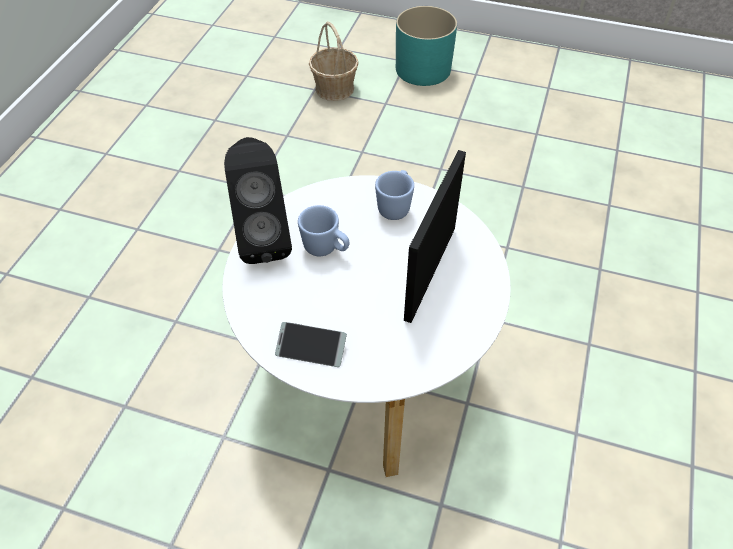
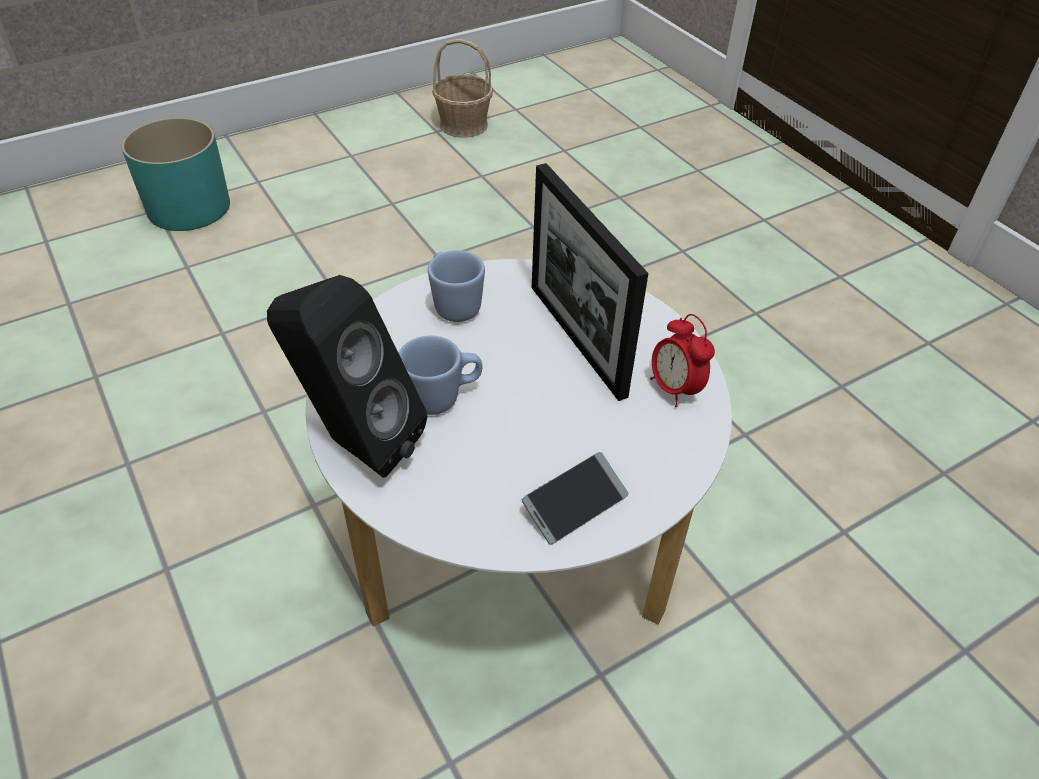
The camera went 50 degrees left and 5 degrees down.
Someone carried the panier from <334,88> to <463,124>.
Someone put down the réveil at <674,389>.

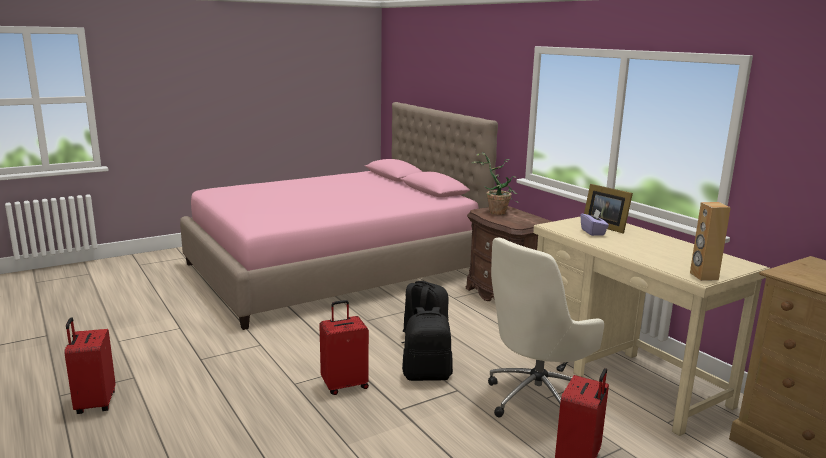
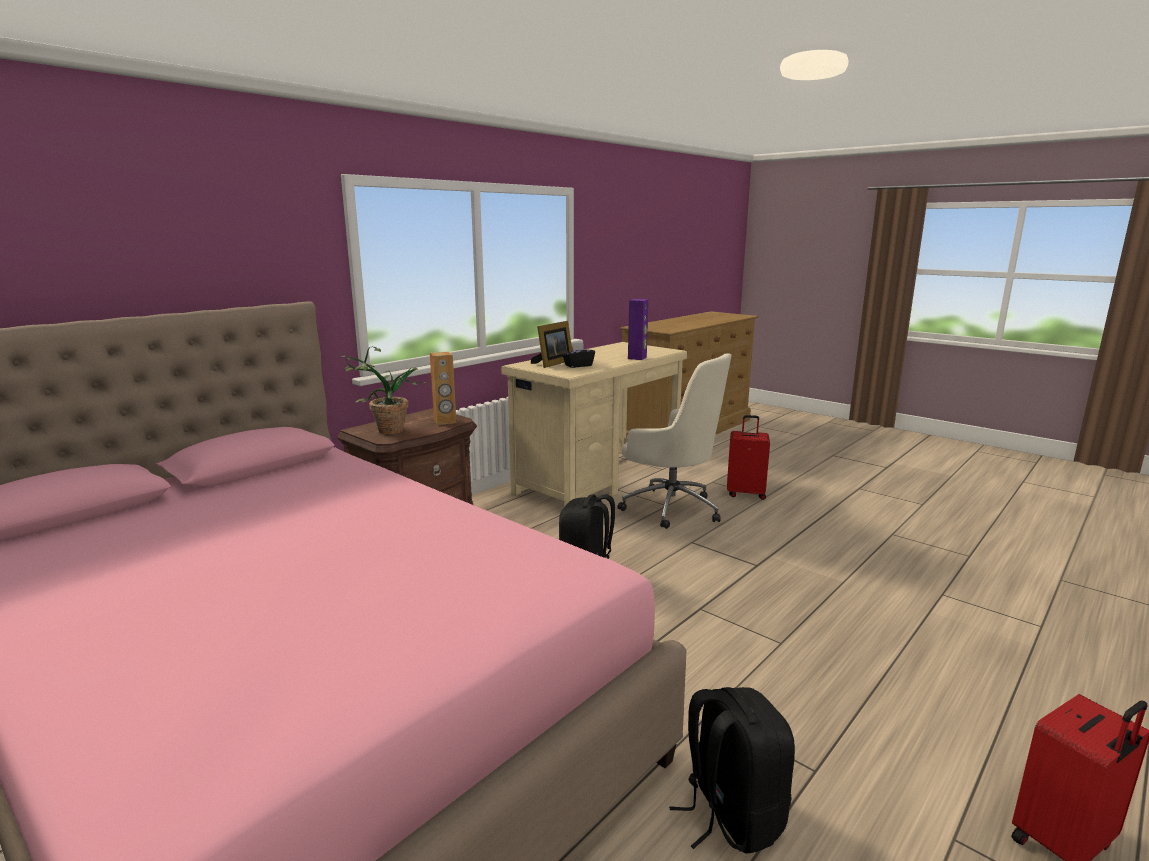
The camera went 105 degrees left and 0 degrees up.
Someone took away the valise/rouge at <344,385>.
Someone carried the sac à dos/noir from <427,375> to <730,815>.
Someone repainted the boîte à mouchoirs/violet at <593,232>, which became the boîte à mouchoirs/noir at <578,365>.
Someone carried the enceinte/marron from <703,276> to <445,421>.
Someone put down the enceinte/violet at <637,358>.

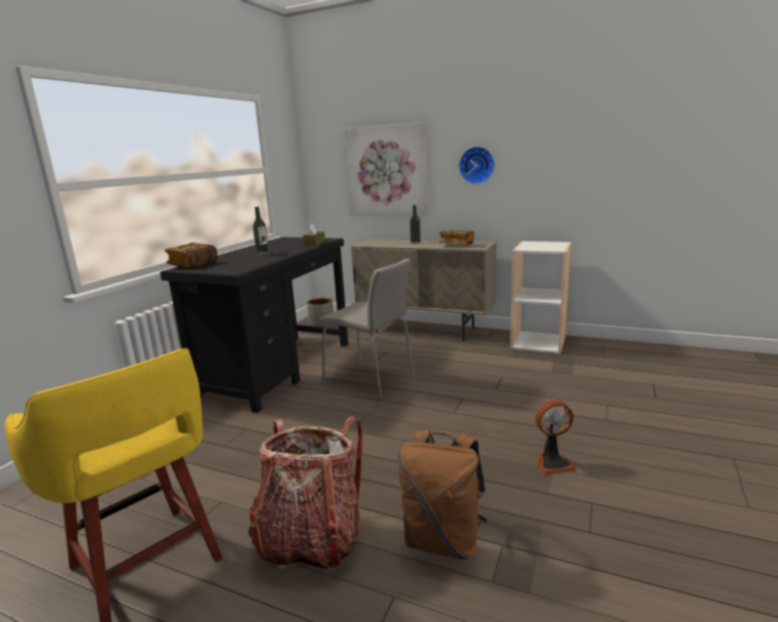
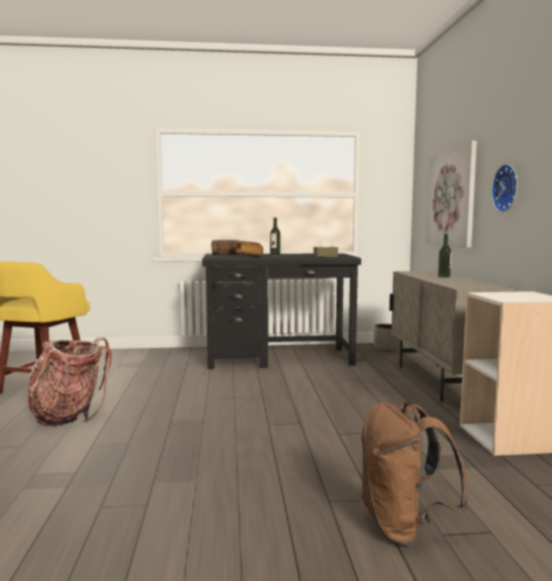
The camera went 60 degrees right and 10 degrees down.
Someone took away the chaise/gris at <371,378>.
Someone carried the sac à dos/marron from <443,540> to <403,526>.
Someone carried the livre from <456,245> to <249,256>.
Someone took away the ventilateur at <552,463>.

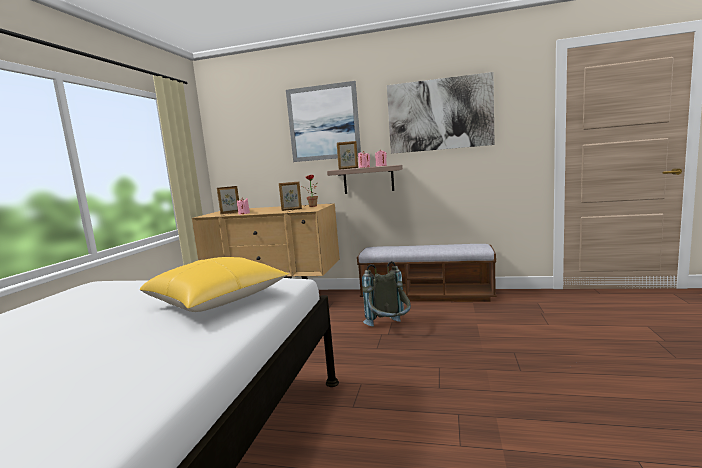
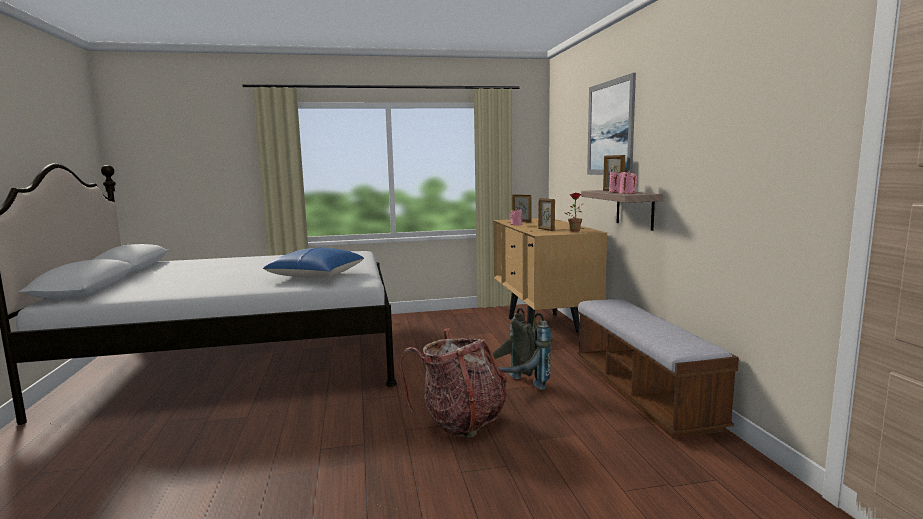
The camera went 65 degrees right and 0 degrees up.
Someone repainted the coussin/jaune at <217,299>, which became the coussin/bleu at <316,275>.
Someone took away the tableau at <439,114>.
Someone put down the sac à dos at <460,420>.

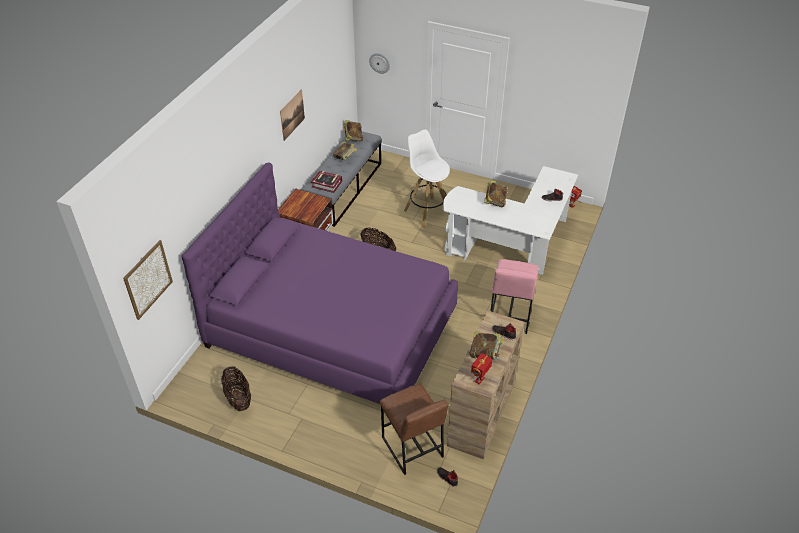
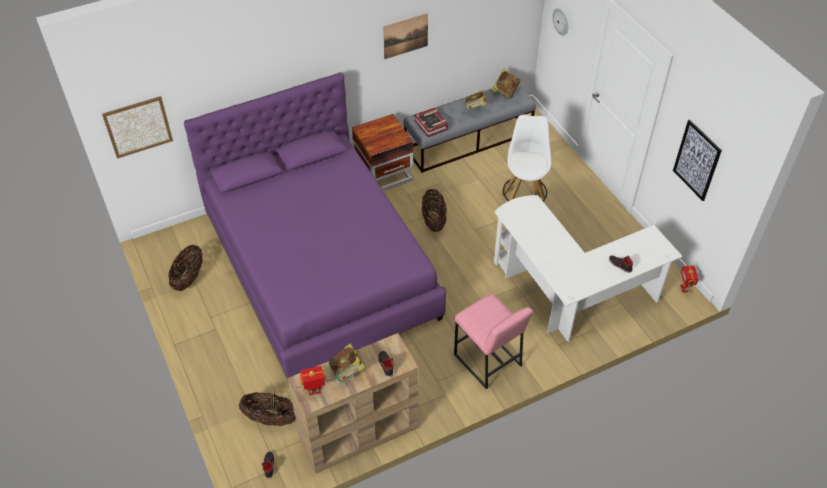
The camera went 40 degrees right and 5 degrees up.
Someone swapped the chaise/marron at <413,448> for the panier at <270,418>.
Someone took away the livre at <495,201>.
Someone rotated the chaise/rose at <510,315> by 90 degrees counterclockwise.
Someone put up the tableau at <697,160>.

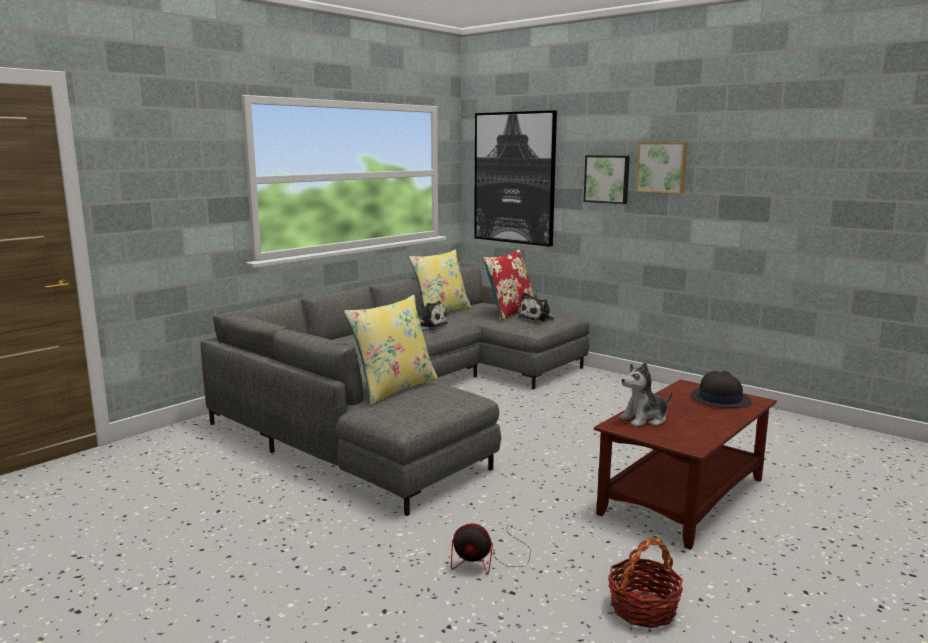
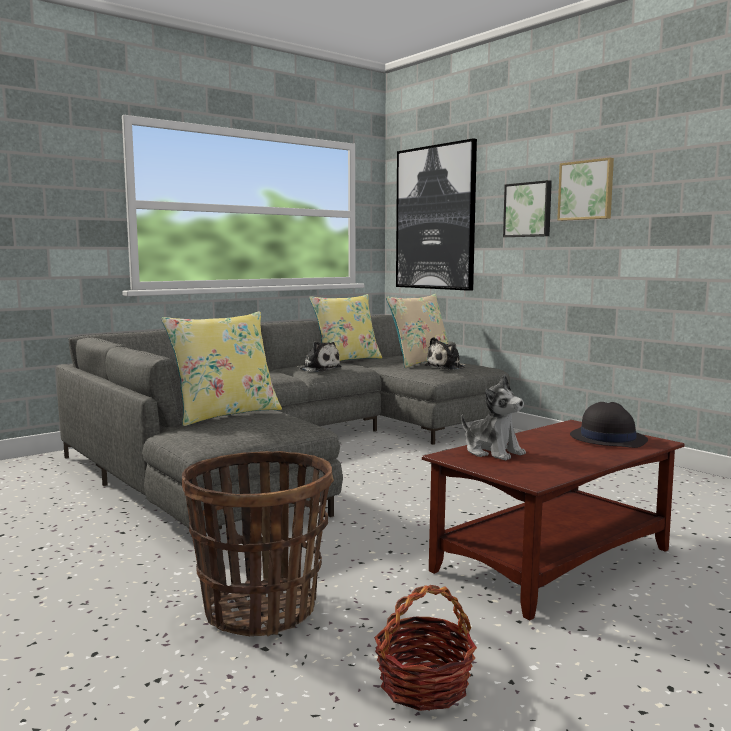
The camera went 10 degrees right and 5 degrees down.
Someone swapped the ventilateur at <488,560> for the panier at <261,609>.
Someone repainted the coussin/rouge at <510,313>, which became the coussin/beige at <420,362>.
Someone rotated the peluche at <644,419> by 120 degrees counterclockwise.

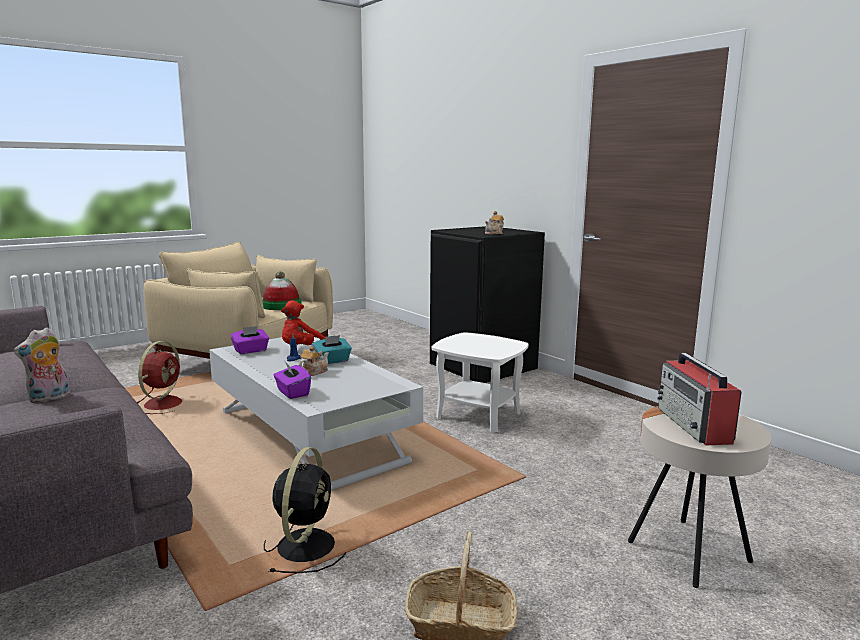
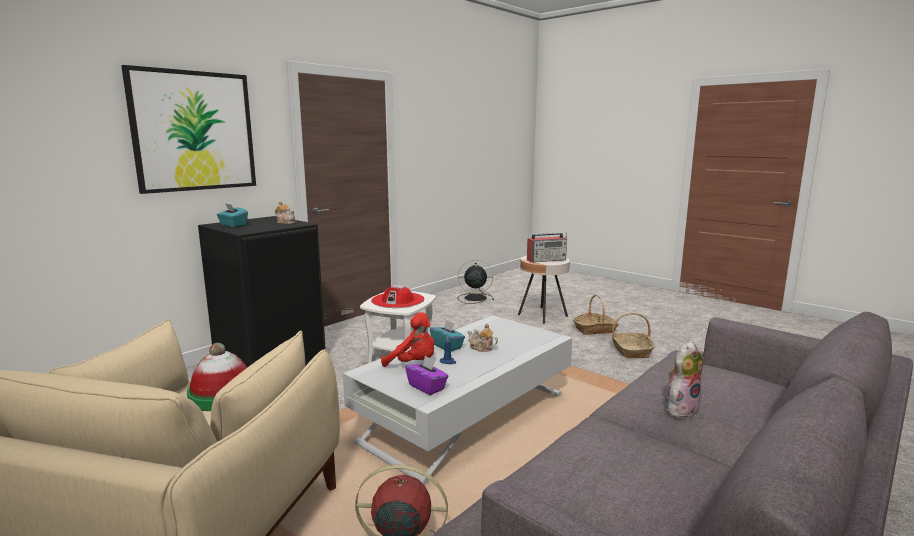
The camera went 100 degrees left and 0 degrees up.
Someone rotated the peluche at <49,398> by 60 degrees counterclockwise.
Someone carried the ventilateur/noir from <307,544> to <474,298>.
Someone took away the boîte à mouchoirs/violet at <292,393>.
Someone put up the tableau at <194,131>.
Someone put down the boîte à mouchoirs/turquoise at <233,225>.
Someone put down the chapeau/rouge at <398,300>.
Someone put down the panier at <595,330>.

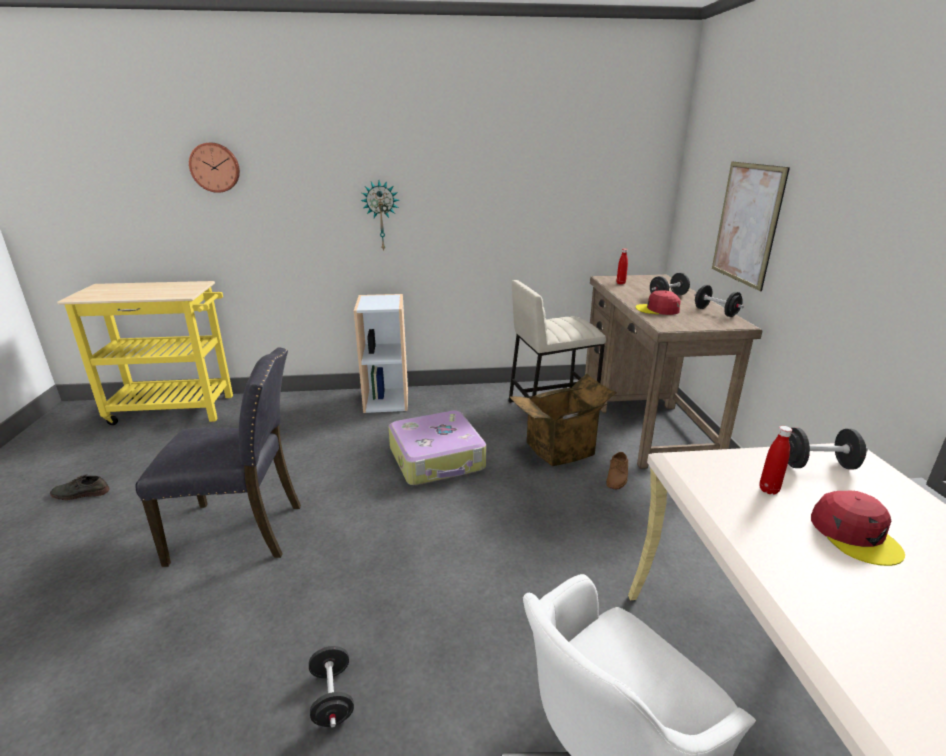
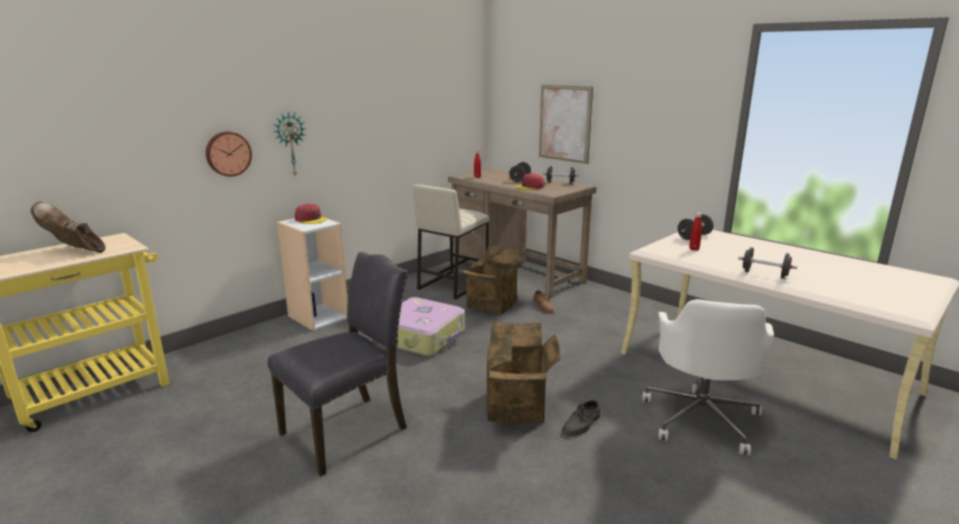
The camera went 40 degrees left and 5 degrees down.
Someone carried the chaussure/gris from <80,493> to <582,424>.
Someone carried the horloge murale from <215,167> to <228,153>.
Someone carried the haltère/noir from <332,698> to <764,274>.
Someone carried the casquette/rouge from <855,534> to <311,219>.
Someone put down the botte/marron at <76,251>.
Someone put down the carton at <518,407>.

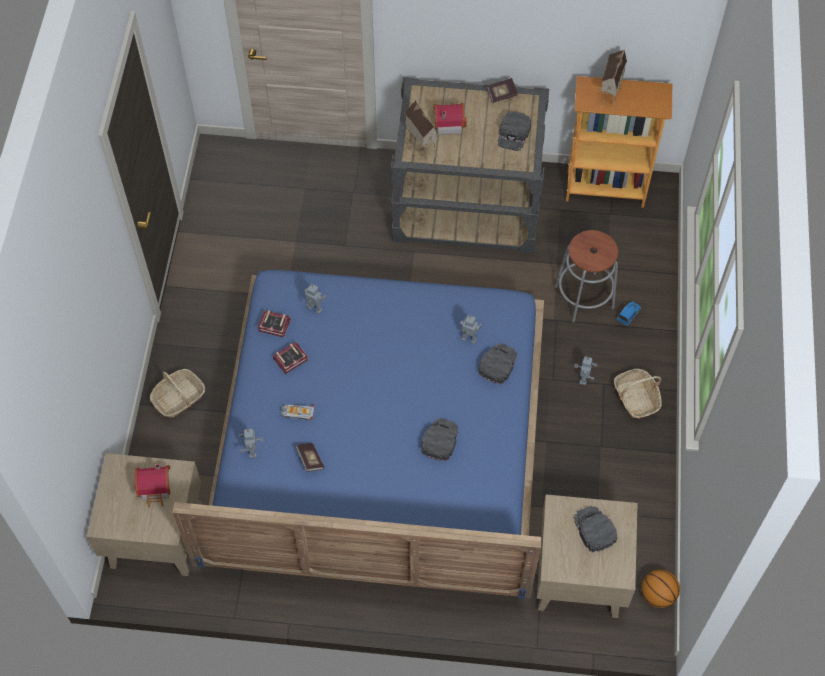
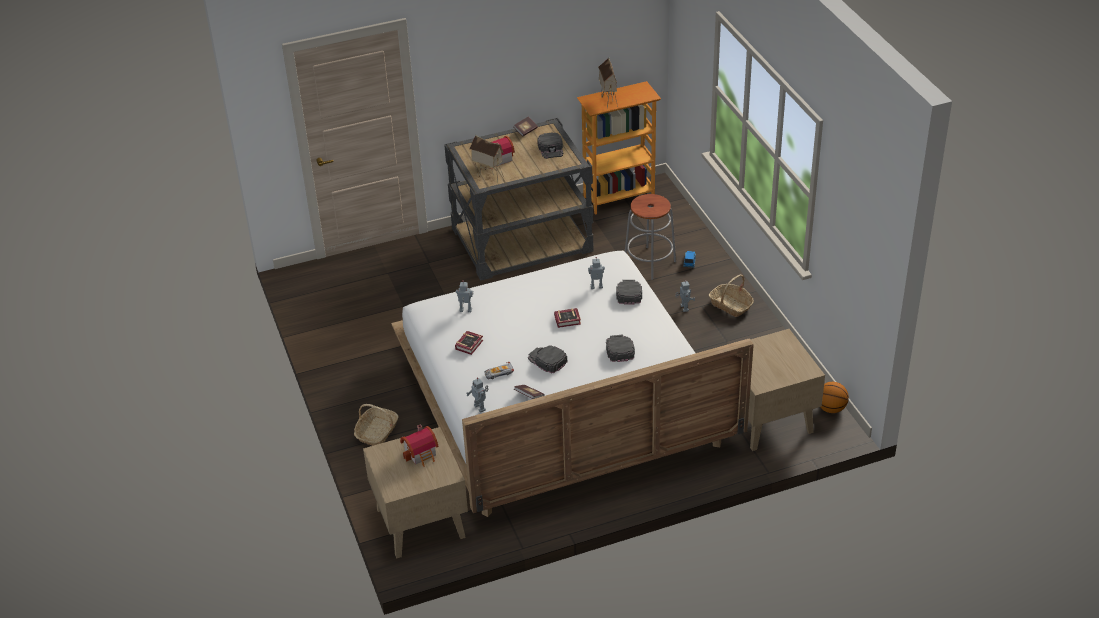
The camera went 25 degrees left and 20 degrees down.
Someone repainted the lit/bleu at <380,443>, which became the lit/blanc at <560,400>.
Someone carried the livre from <275,326> to <568,320>.
Someone carried the casquette/noir from <594,529> to <547,360>.

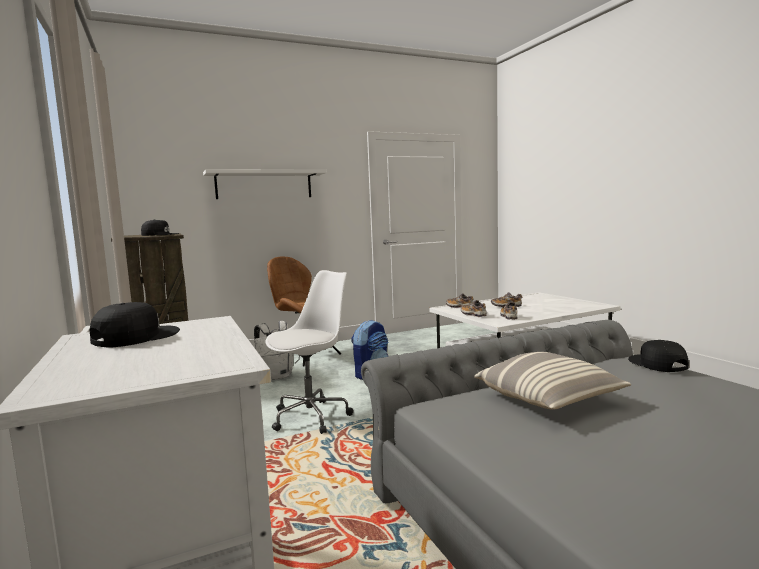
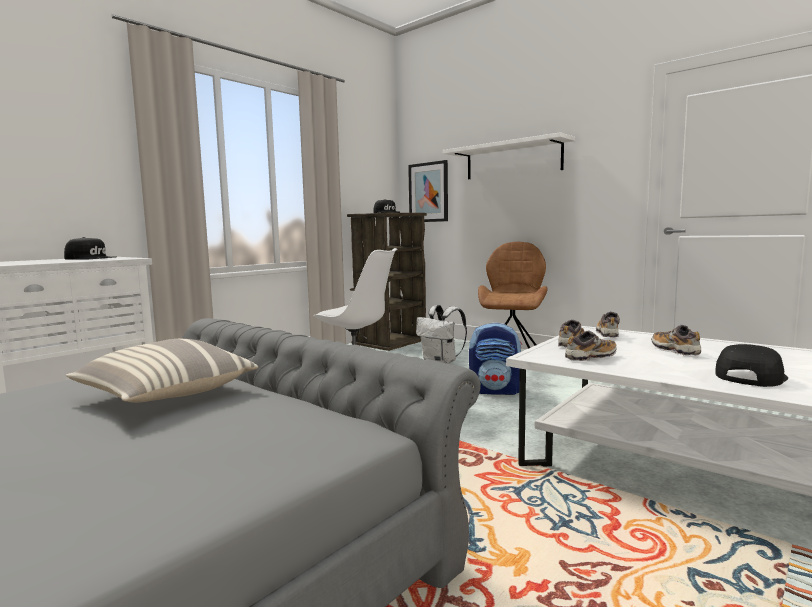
The camera went 65 degrees right and 0 degrees up.
Someone carried the casquette/noir from <657,364> to <749,376>.
Someone put up the tableau at <428,192>.

